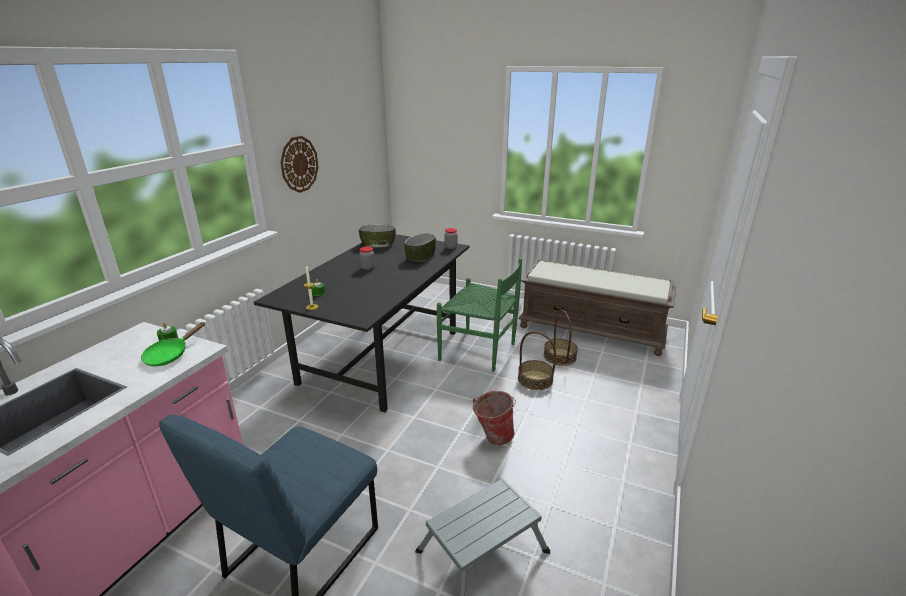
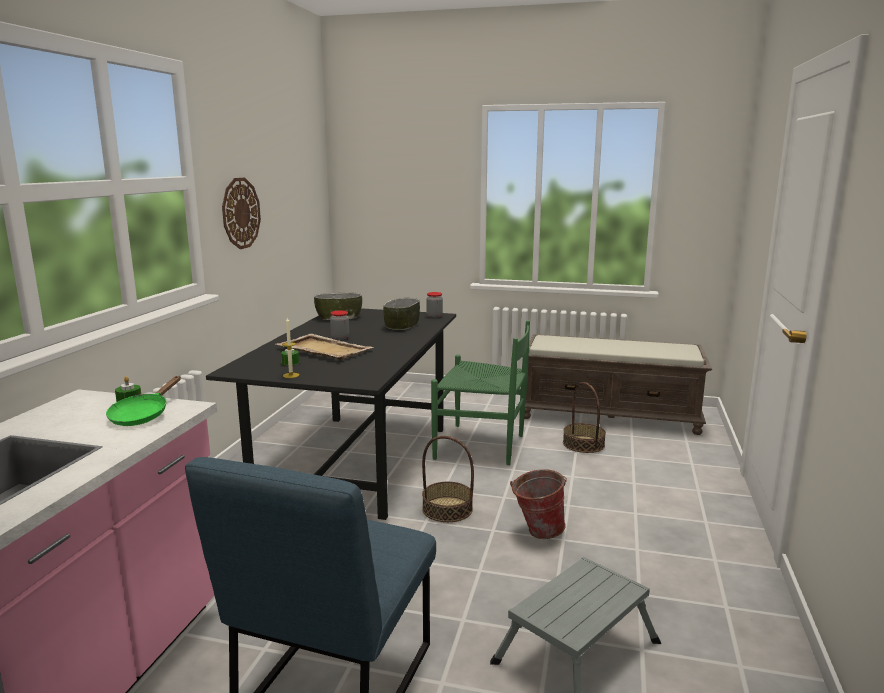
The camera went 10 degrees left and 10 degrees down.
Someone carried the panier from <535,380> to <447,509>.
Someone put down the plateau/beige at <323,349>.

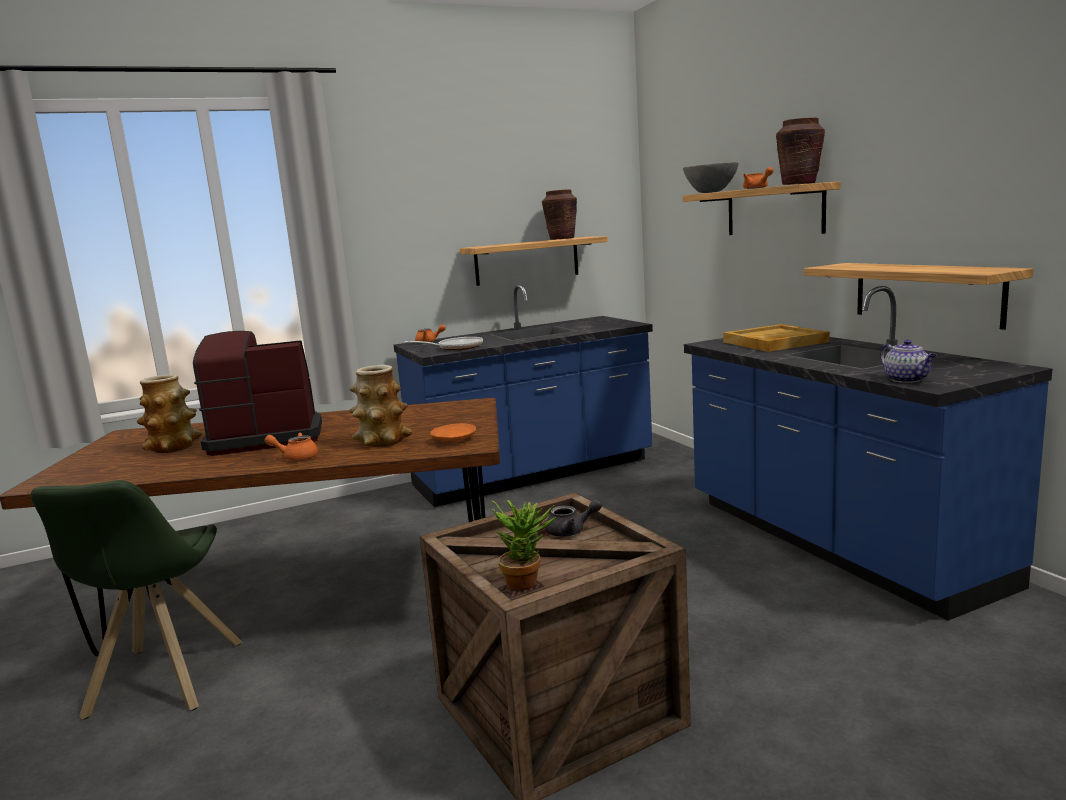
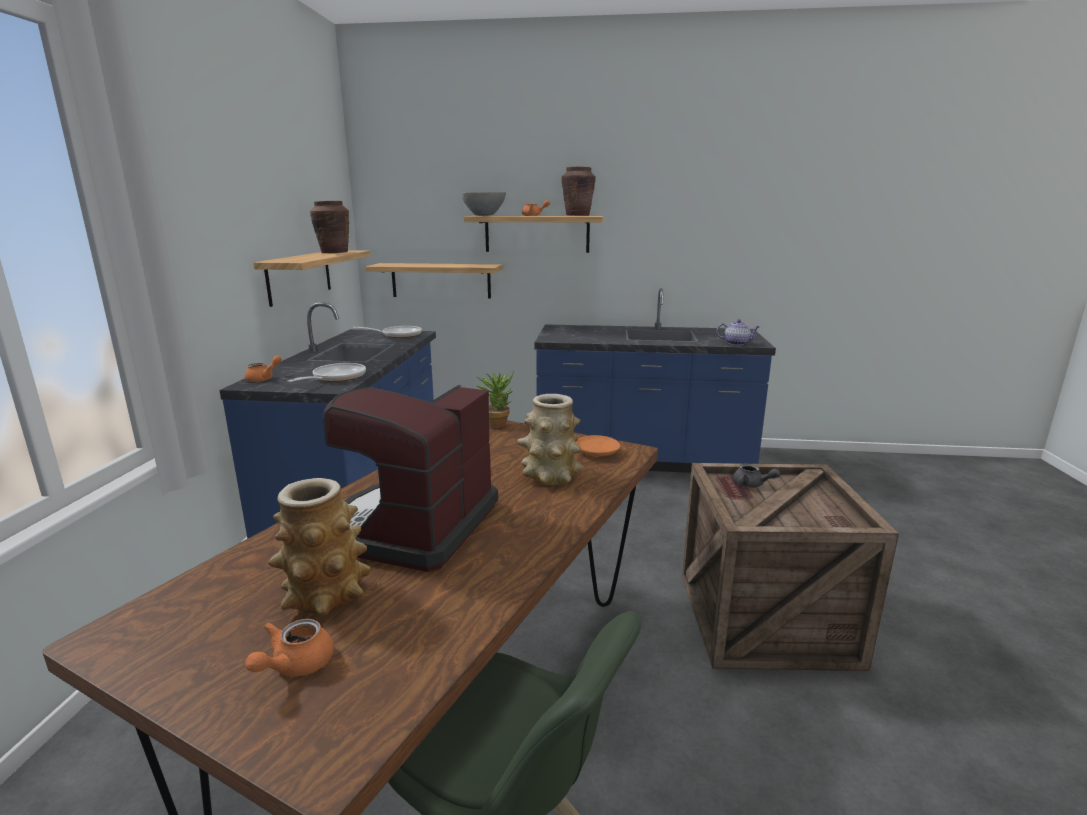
The camera went 60 degrees left and 5 degrees up.
Someone carried the théière/orange from <296,457> to <295,665>.
Someone carried the plante en pot from <527,582> to <497,423>.
Someone rotated the théière/gris at <571,531> by 105 degrees clockwise.
Someone took away the plateau/beige at <774,342>.
Someone carried the étagère from <926,293> to <441,280>.
Someone put down the poêle at <398,335>.

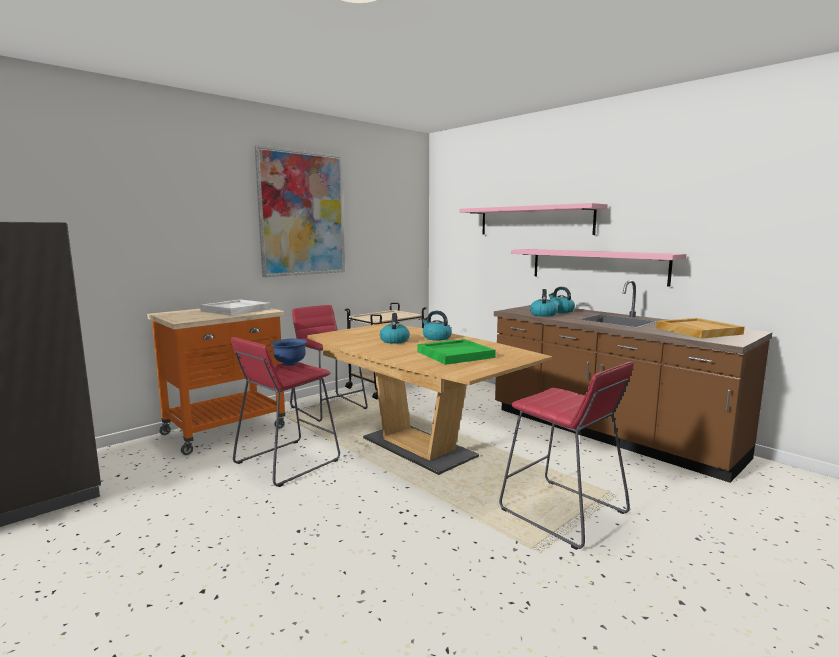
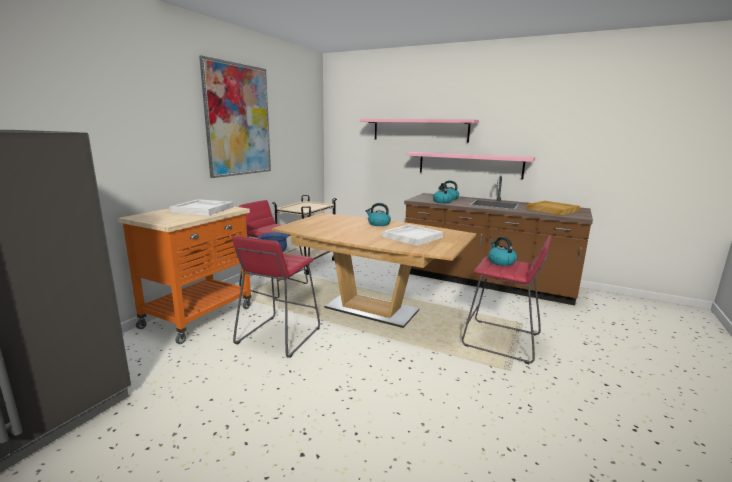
The camera went 20 degrees left and 5 degrees up.
Someone carried the bouilloire from <394,340> to <501,262>.
Someone repainted the plateau/vert at <455,354>, which became the plateau/blanc at <412,237>.

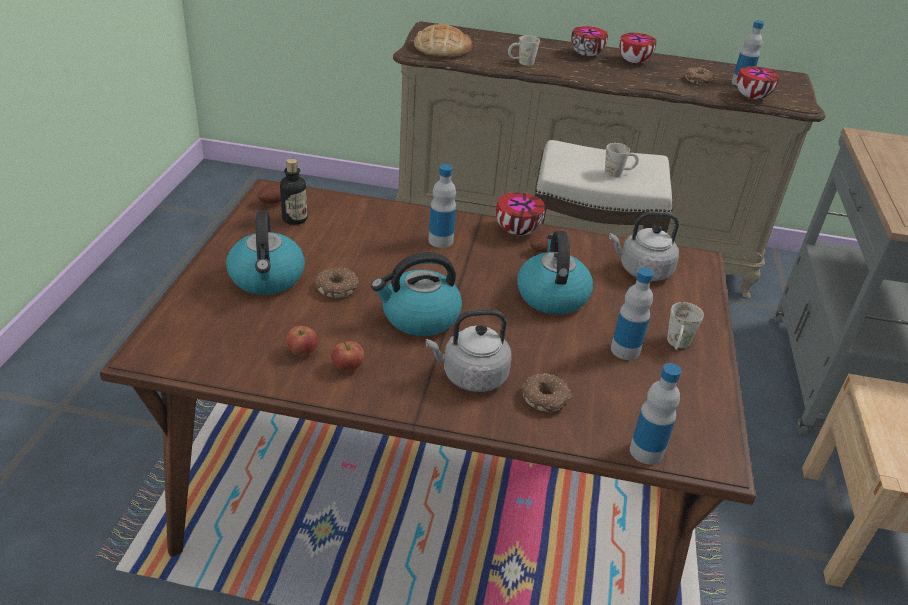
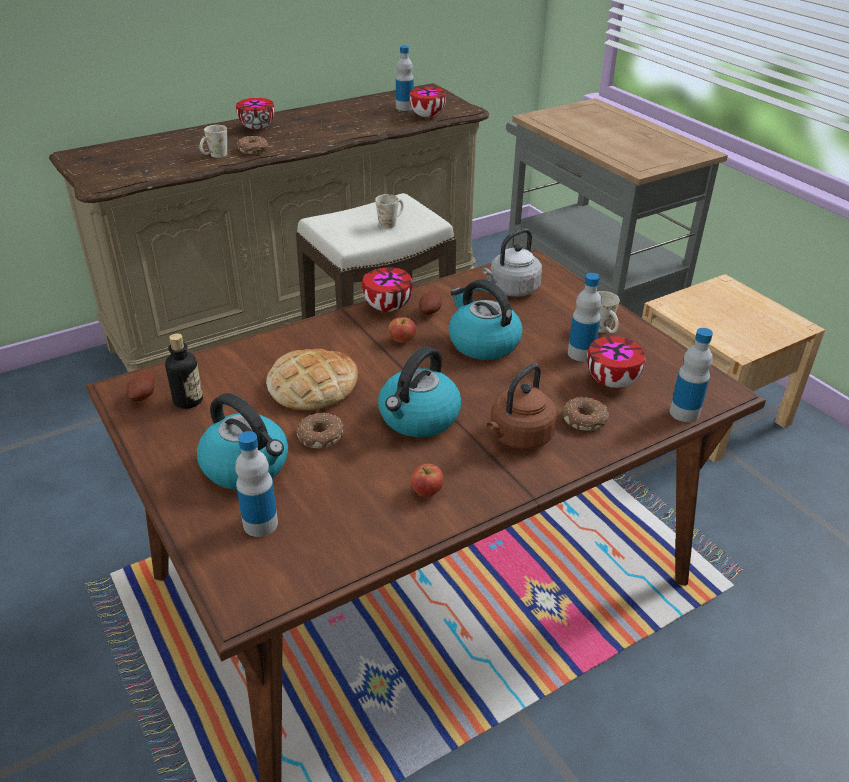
The camera went 40 degrees left and 0 degrees up.
Someone carried the pomme from <302,352> to <402,340>.
Someone carried the pain from <442,49> to <312,386>.
Someone repainted the bouilloire/gris at <471,376>, which became the bouilloire/marron at <518,437>.
Someone carried the bouteille from <440,240> to <260,524>.
Someone carried the bol from <632,61> to <611,382>.
Someone carried the beignet from <698,81> to <253,150>.

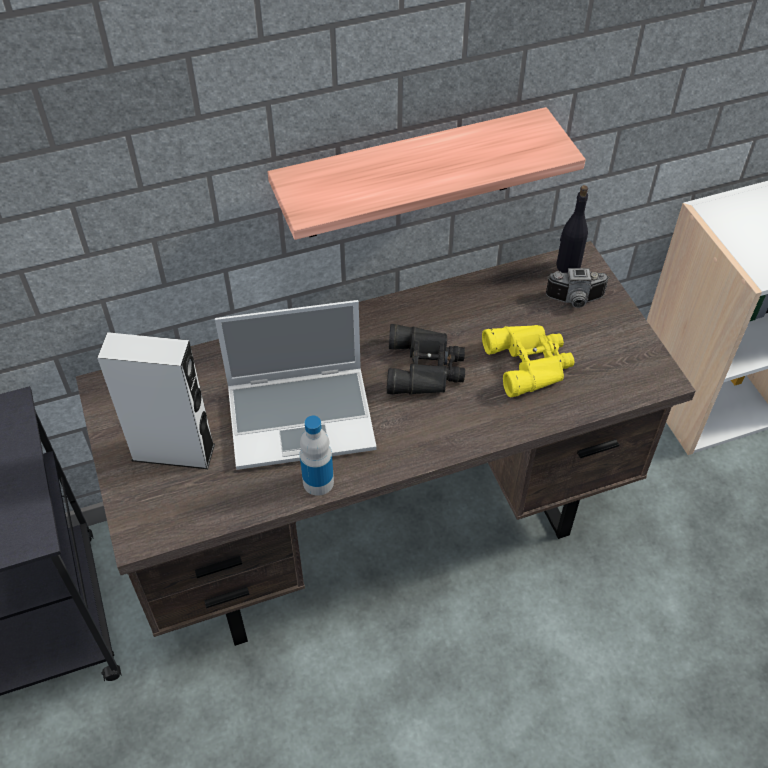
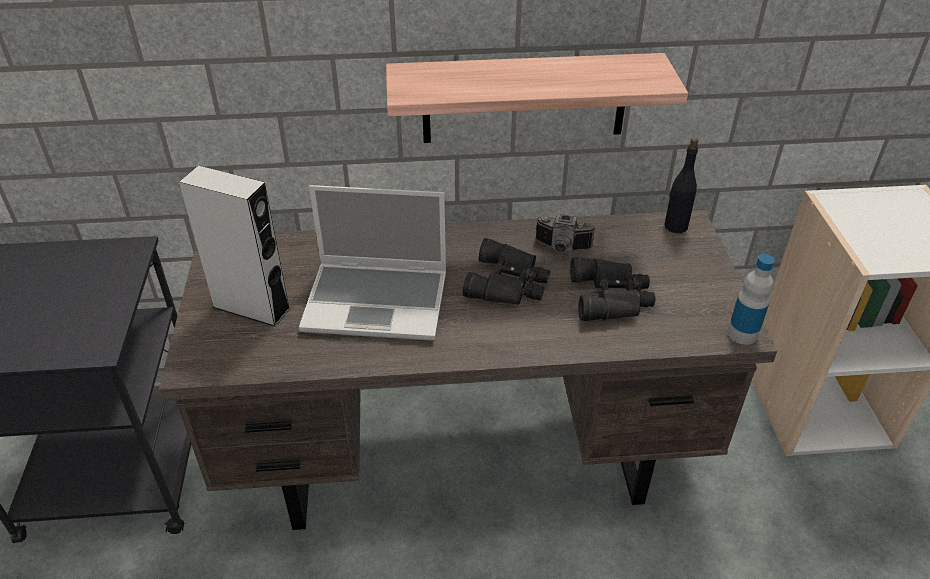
The camera went 15 degrees right and 10 degrees down.
Someone carried the bouteille from <318,482> to <742,334>.
Someone repainted the jumelles/jaune at <530,362>, which became the jumelles/noir at <612,297>.
Someone carried the appareil photo from <575,301> to <562,248>.

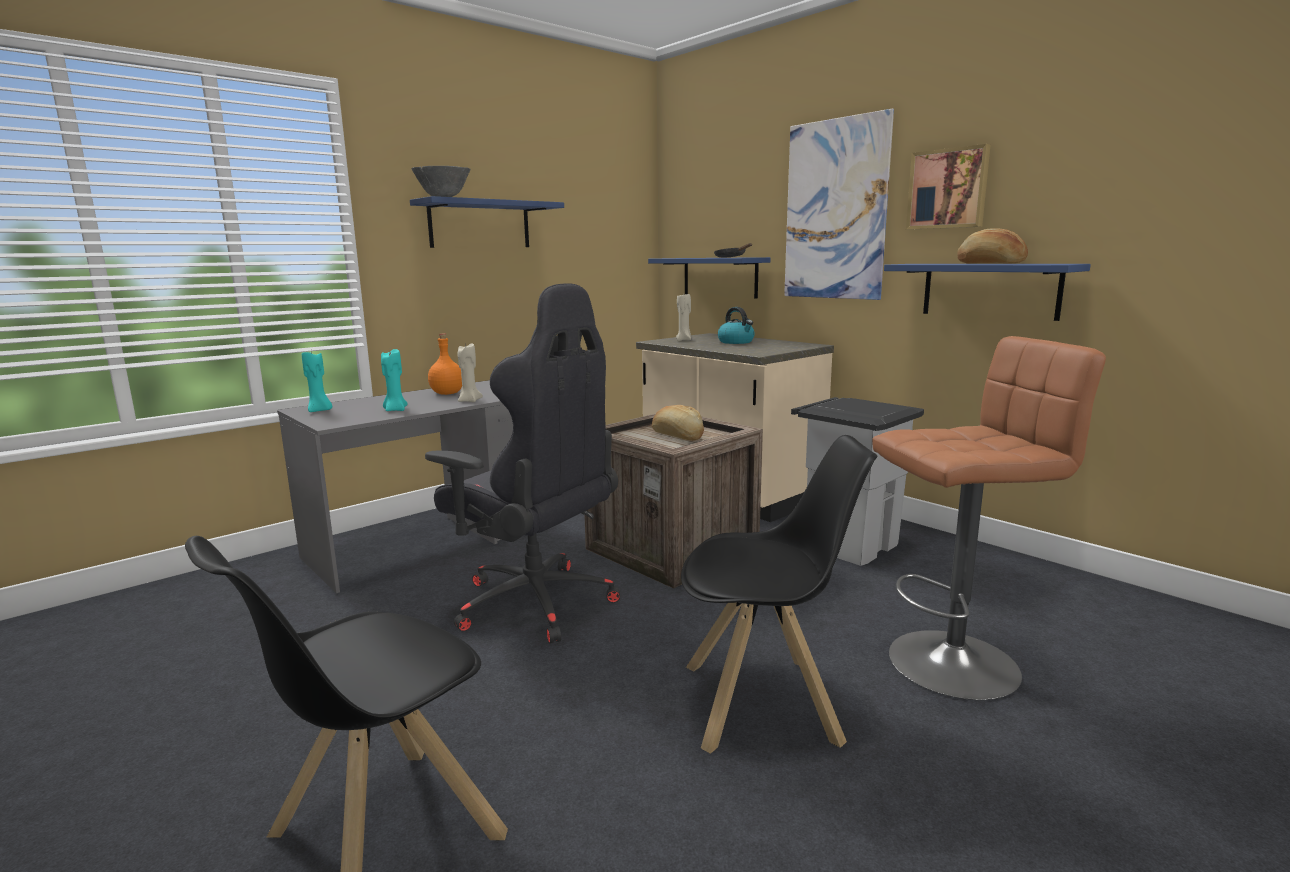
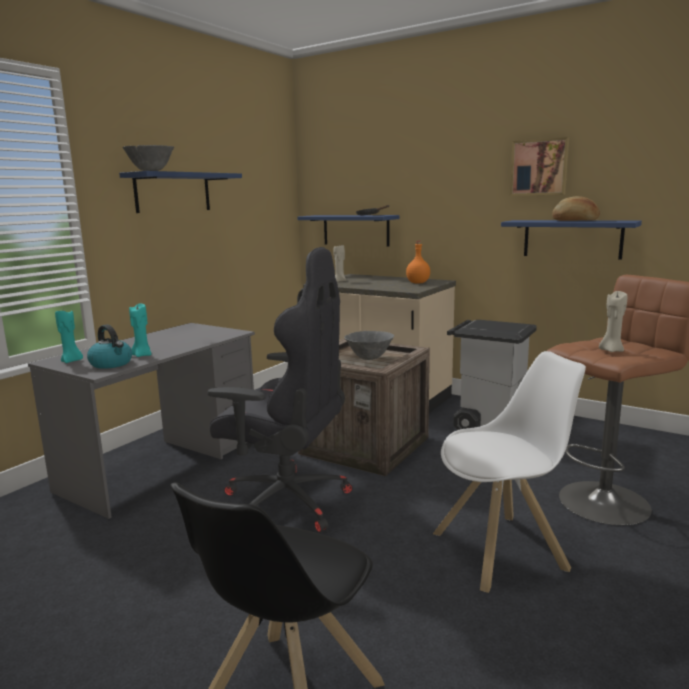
The camera went 15 degrees left and 0 degrees up.
Someone carried the bouteille/orange from <448,393> to <418,283>.
Someone carried the bougie/beige from <469,401> to <611,350>.
Someone swapped the pain at <678,436> for the bol/gris at <369,358>.
Someone repainted the chaise/noir at <765,702>, which became the chaise/blanc at <502,550>.
Someone carried the bouilloire from <736,342> to <112,364>.
Someone took away the tableau at <835,210>.

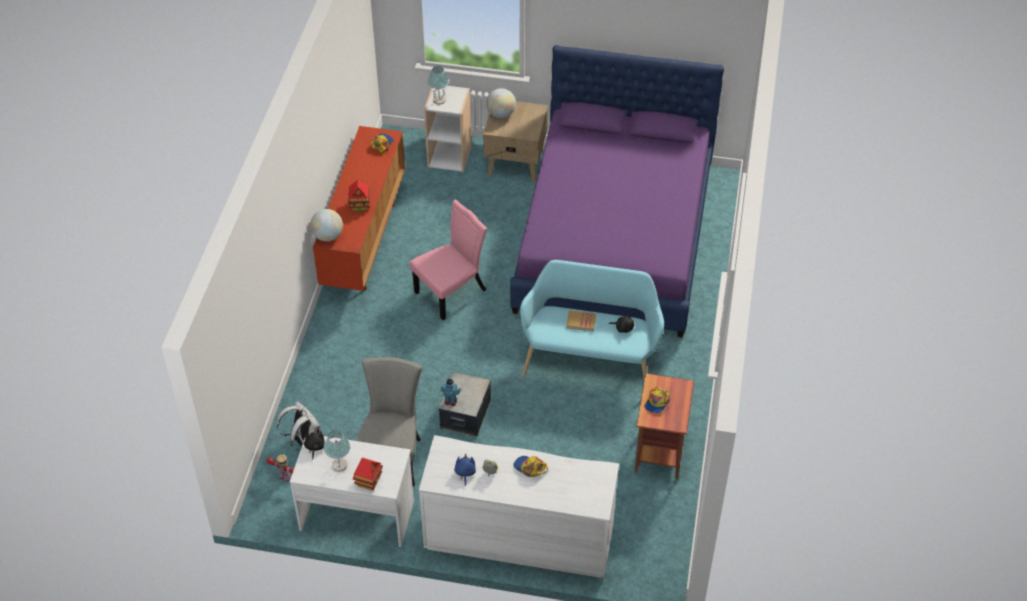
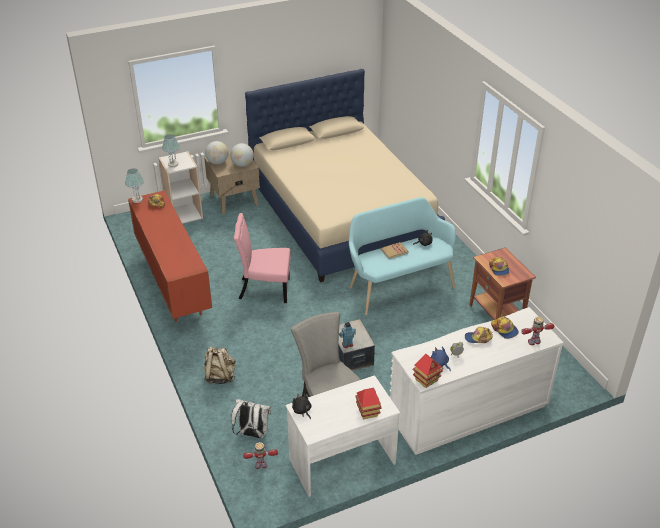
The camera went 35 degrees left and 10 degrees down.
Someone carried the globe from <328,236> to <242,165>.
Someone carried the lampe de table from <339,465> to <137,200>.
Someone carried the maison miniature from <360,205> to <426,380>.
Someone rotated the chaise/rose at <450,293> by 105 degrees counterclockwise.
Someone repainted the lit/violet at <614,238>, which became the lit/beige at <341,214>.
Someone put down the sac à dos/beige at <220,376>.
Someone put down the casquette at <504,329>.
Someone put down the robot jouet at <534,342>.

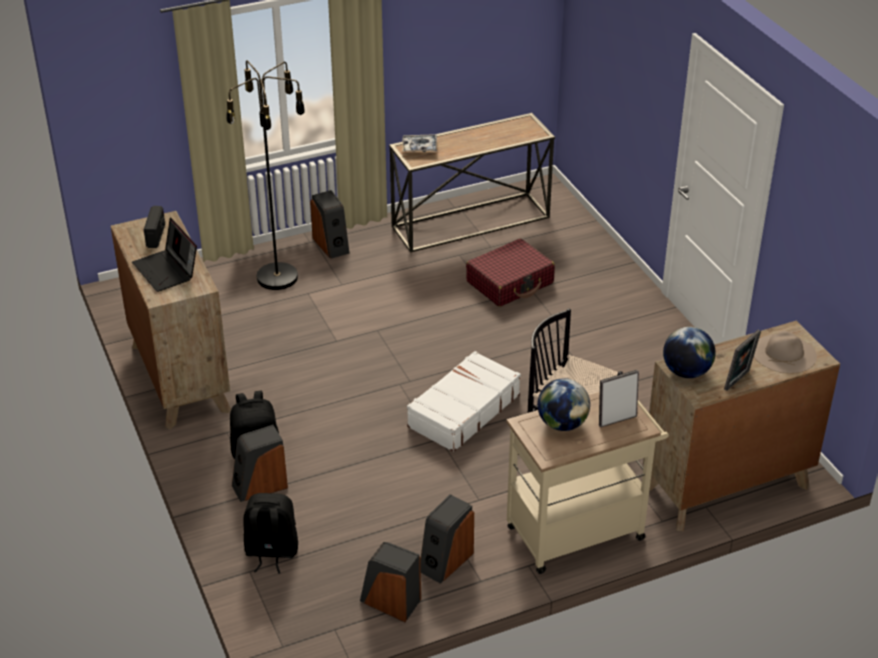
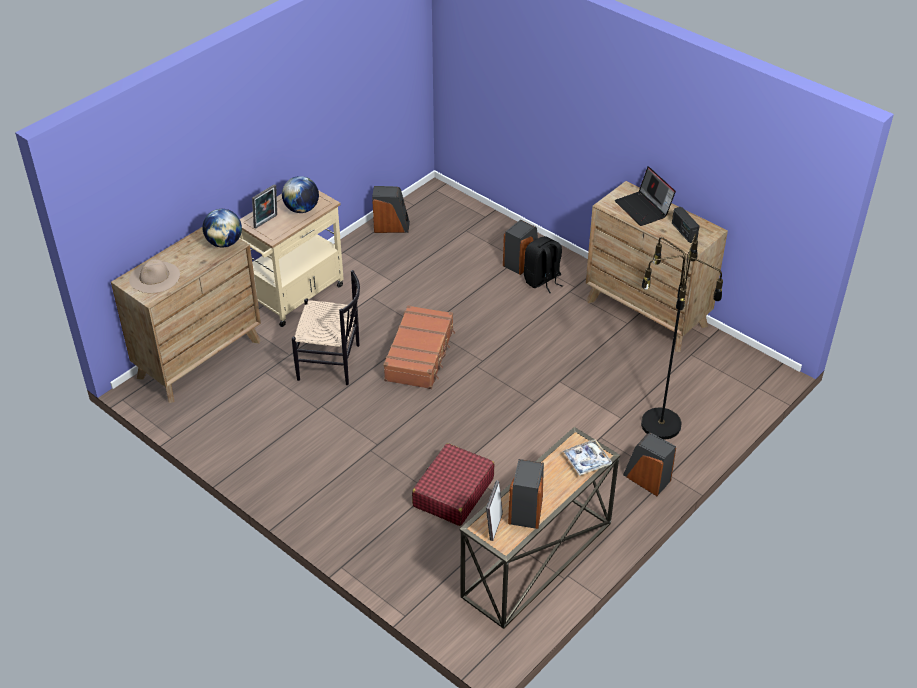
The camera went 155 degrees right and 5 degrees up.
Someone rotated the ordinateur portable at <167,270> by 150 degrees counterclockwise.
Someone took away the sac à dos/noir at <271,552>.
Someone repainted the valise/blanc at <463,411>, which became the valise/marron at <420,355>.
Someone carried the enceinte from <445,561> to <526,508>.
Someone carried the cadre photo from <738,381> to <494,526>.

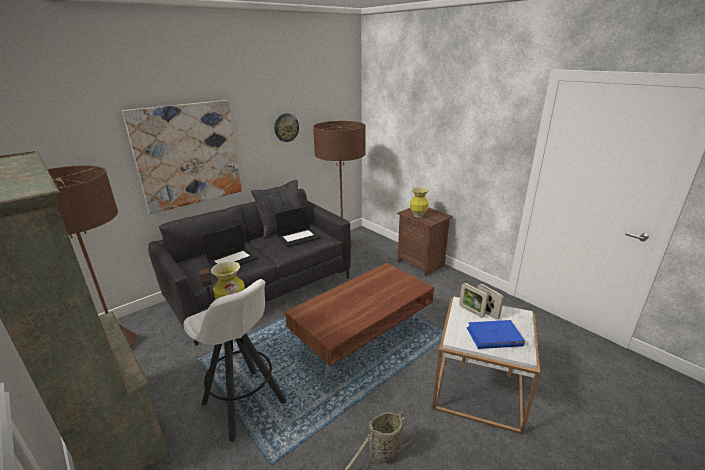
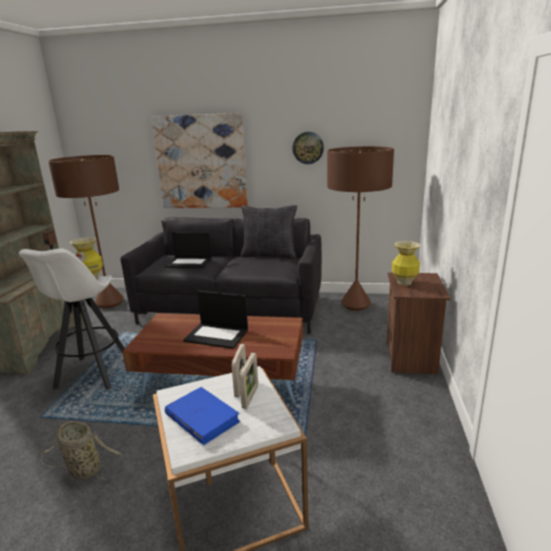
The camera went 50 degrees right and 5 degrees down.
Someone carried the ordinateur portable from <299,237> to <217,335>.

